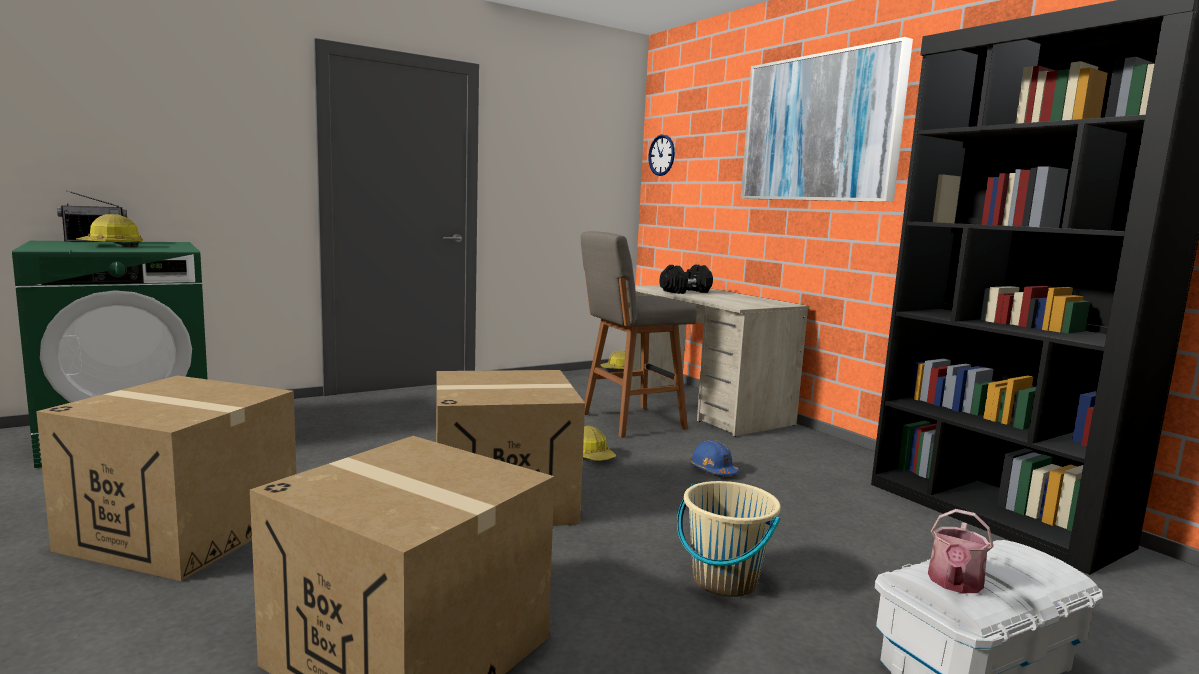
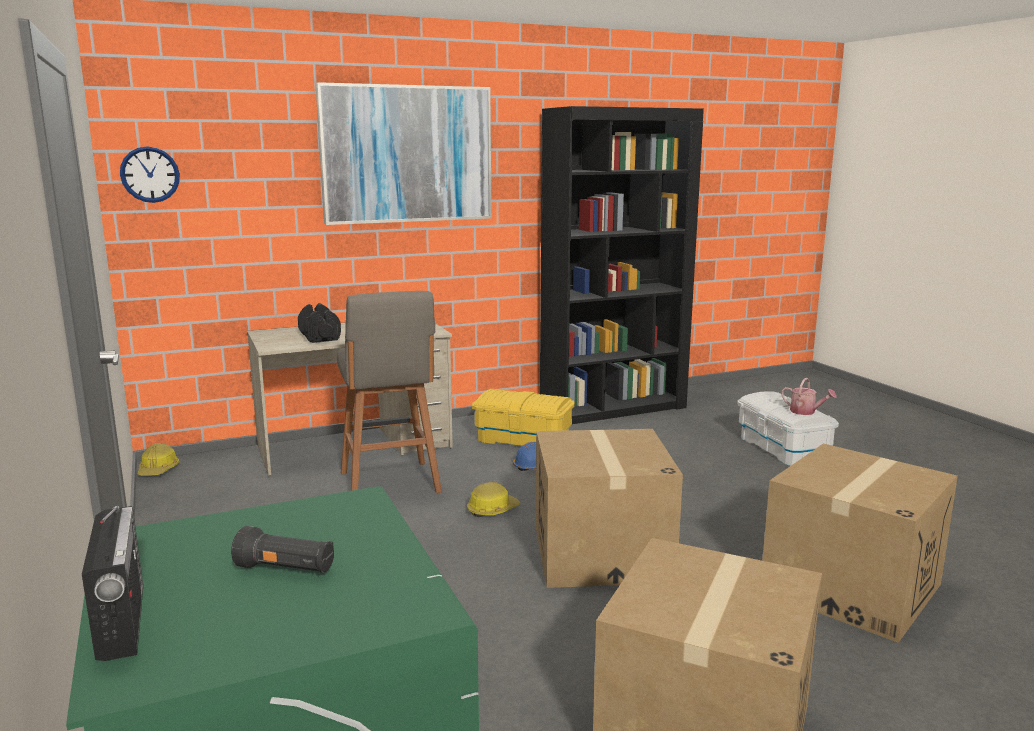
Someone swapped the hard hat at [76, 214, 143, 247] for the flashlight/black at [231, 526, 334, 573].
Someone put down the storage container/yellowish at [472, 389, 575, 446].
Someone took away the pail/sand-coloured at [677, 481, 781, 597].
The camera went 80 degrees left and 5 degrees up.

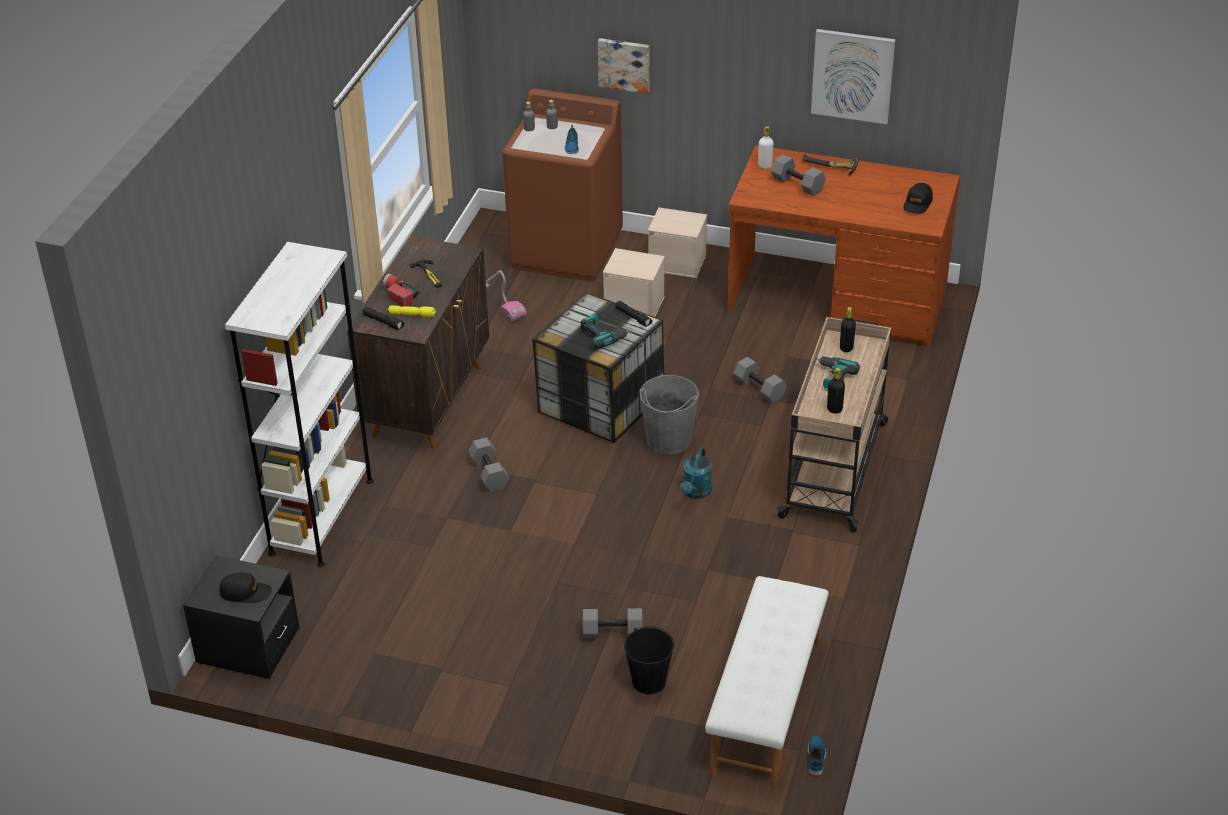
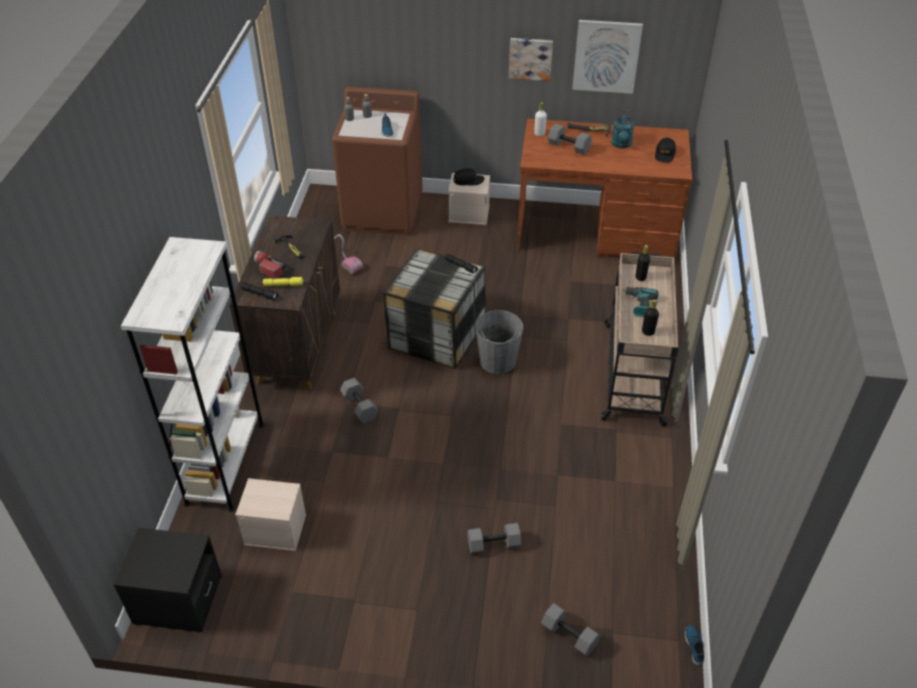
Someone carried the storage container/sand-coloured from [603, 248, 665, 317] to [235, 478, 306, 551].
Someone carried the cap/black from [220, 573, 272, 603] to [453, 168, 484, 185].
Someone carried the wall picture from [598, 38, 649, 94] to [509, 38, 553, 81].
Someone carried the hand weight/grey from [733, 357, 787, 404] to [541, 603, 601, 656].
Someone carried the sprinkling can/turquoise from [680, 448, 712, 499] to [611, 111, 634, 149].
Someone took away the power drill at [581, 314, 630, 350].
Someone took away the pail/black at [624, 626, 675, 694].
Someone took away the bench/whitish at [705, 576, 829, 788].
The camera went 10 degrees left and 5 degrees up.

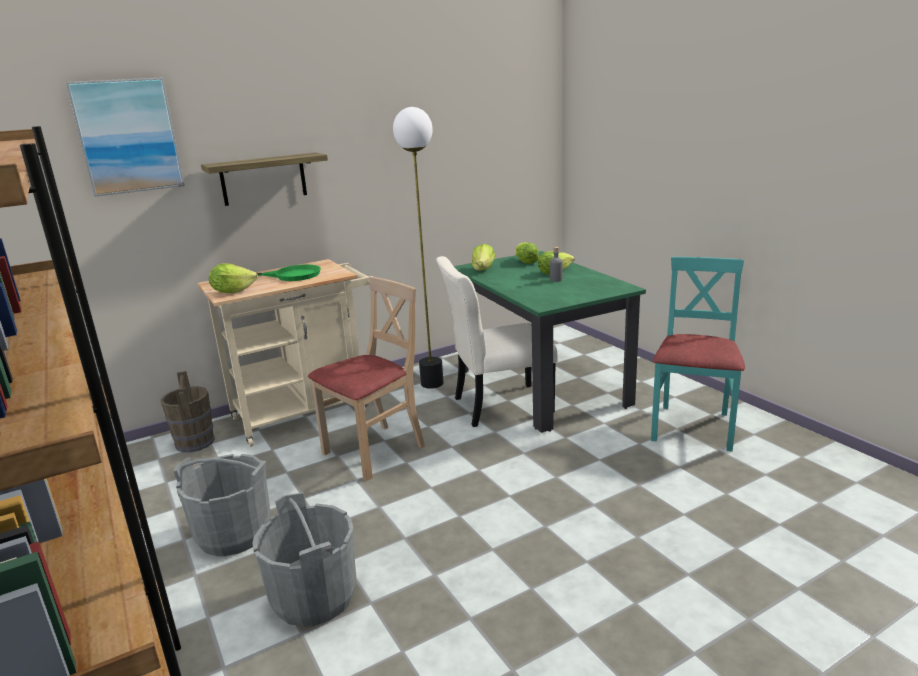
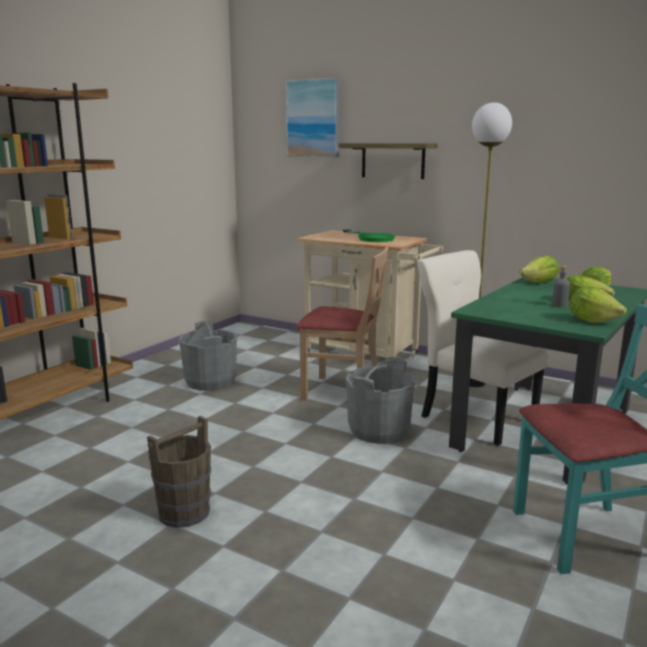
Someone carried the pail/brownish from [160, 371, 215, 452] to [147, 416, 211, 528].
Someone carried the pail/grey from [252, 492, 357, 627] to [346, 357, 416, 444].
Someone carried the head of lettuce from [209, 263, 258, 293] to [569, 286, 627, 323].
The camera went 60 degrees right and 5 degrees down.

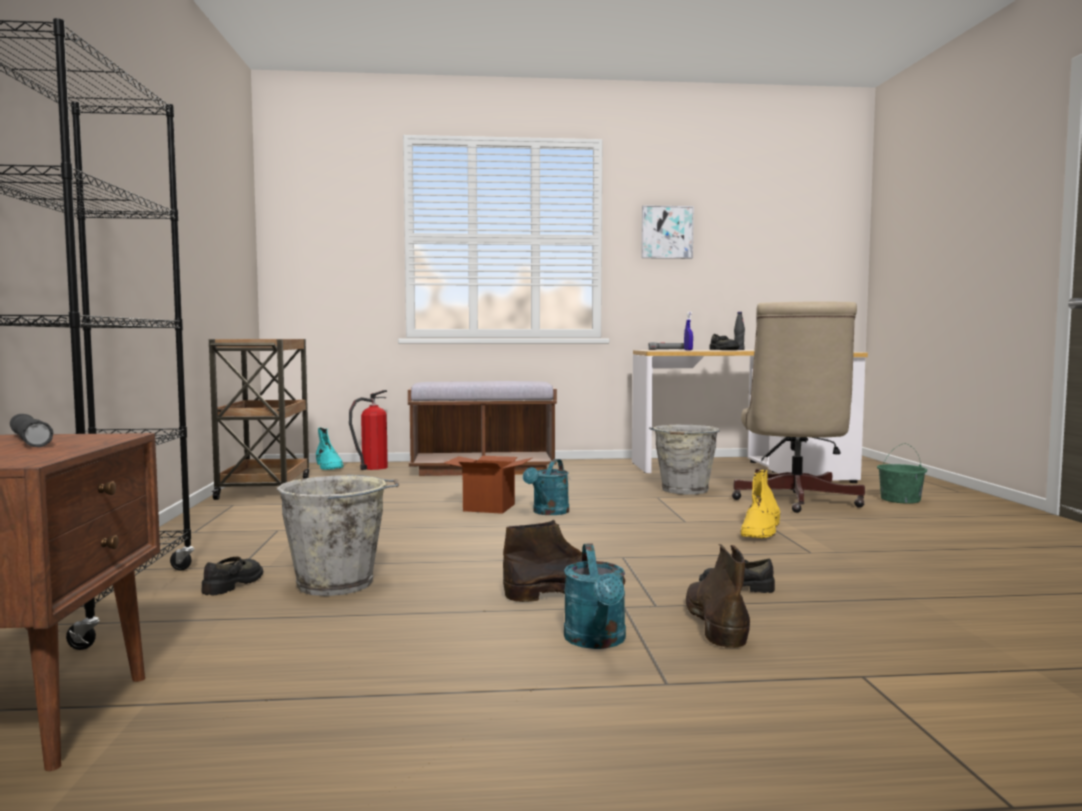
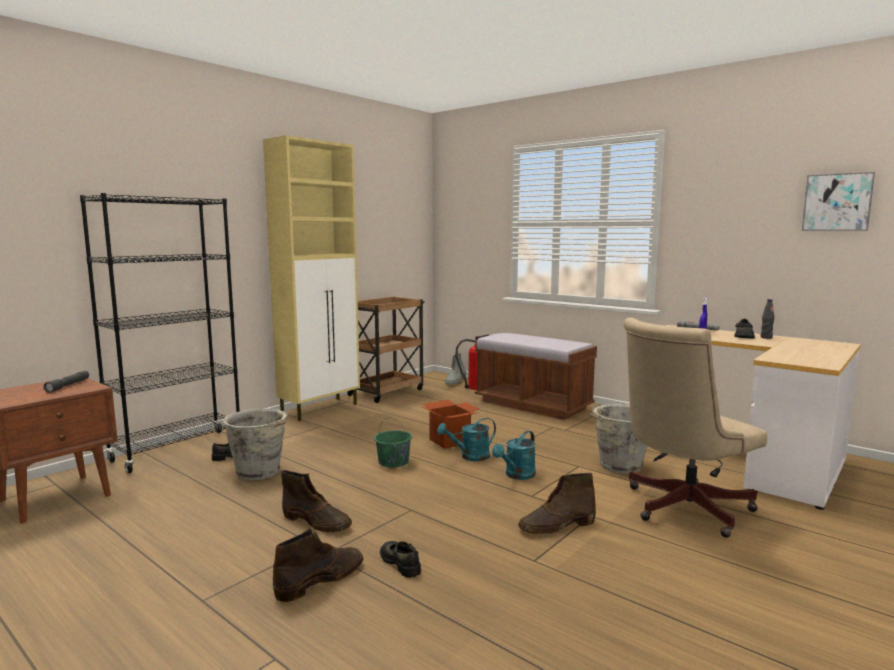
Someone put down the cabinet/sand-coloured at [263, 135, 360, 421].
Someone carried the pail/green from [877, 443, 927, 504] to [374, 417, 412, 468].
Someone repainted the boot/turquoise at [316, 427, 344, 470], which became the boot/grey at [445, 353, 466, 384].
Someone carried the sprinkling can/turquoise from [564, 544, 626, 649] to [492, 430, 536, 480].
Someone repainted the boot/yellowish at [741, 470, 780, 538], which became the boot/brownish at [518, 473, 596, 535].
Someone carried the wall picture from [641, 205, 694, 259] to [802, 172, 875, 231].
The camera went 45 degrees right and 5 degrees up.

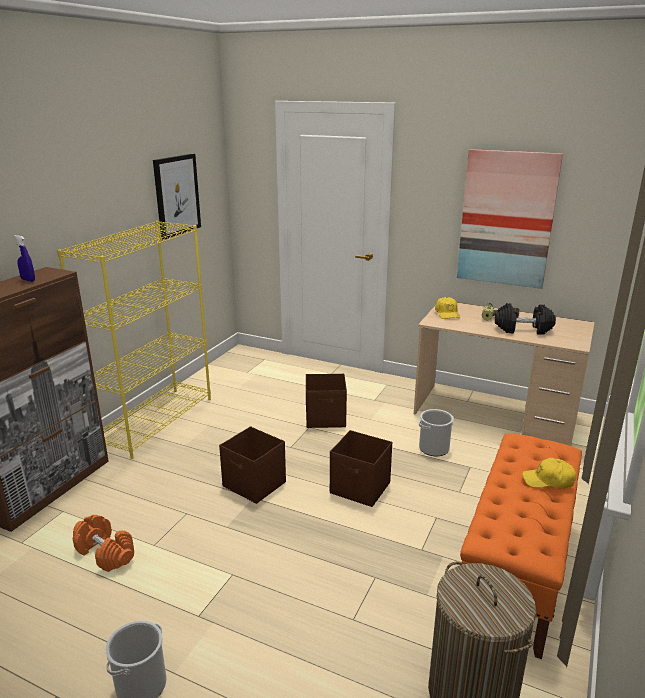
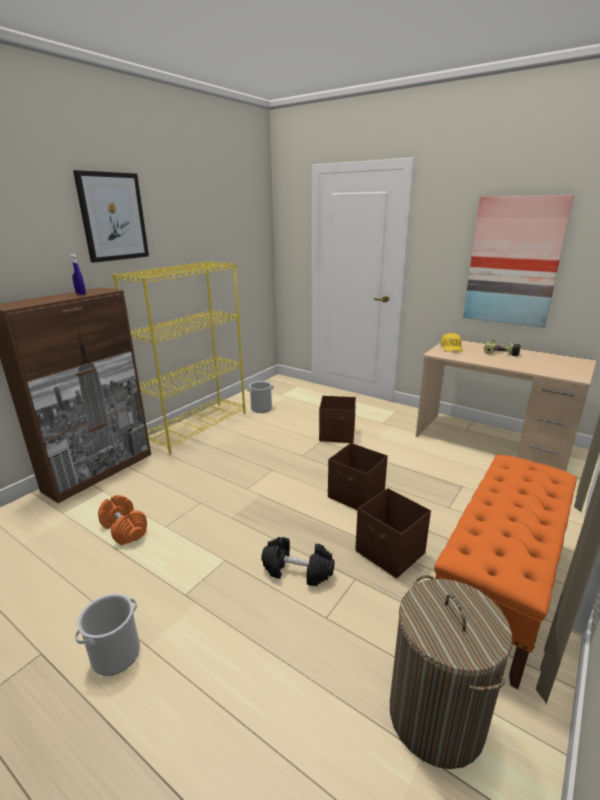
Someone carried the wall picture from [153, 154, 201, 240] to [73, 170, 149, 263].
Someone carried the pail from [419, 409, 454, 456] to [247, 381, 274, 413].
Someone carried the hand weight/black from [495, 303, 556, 335] to [261, 537, 335, 586].
Someone carried the storage container/brownish from [219, 427, 286, 504] to [355, 488, 431, 578].
Someone took away the cap/yellowish at [522, 458, 576, 489].
The camera went 10 degrees right and 0 degrees up.

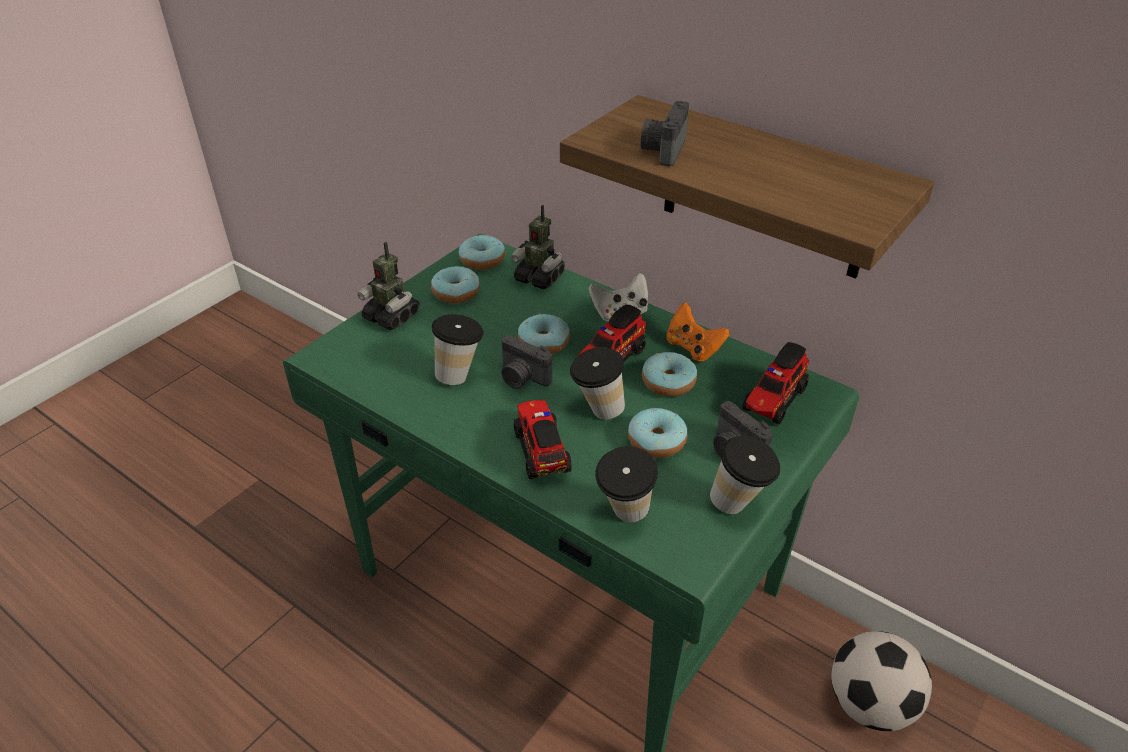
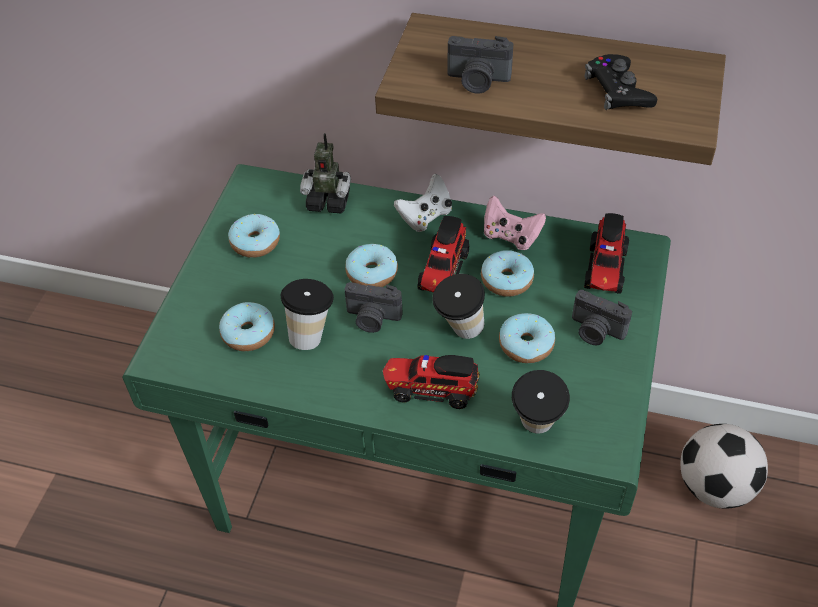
Someone carried the doughnut from [459, 235, 505, 270] to [219, 302, 275, 351].
Someone rotated the model truck at [514, 400, 572, 479] by 45 degrees counterclockwise.
Someone rotated the photo camera at [641, 101, 689, 167] by 75 degrees counterclockwise.
Someone repainted the joypad/orange-coloured at [666, 303, 729, 362], which became the joypad/pinkish at [484, 196, 546, 250].
Someone put down the joypad/black at [584, 54, 657, 110].
Someone took away the model robot at [358, 242, 419, 330].
Someone took away the drinking cup at [710, 436, 780, 514].
The camera went 20 degrees left and 10 degrees up.

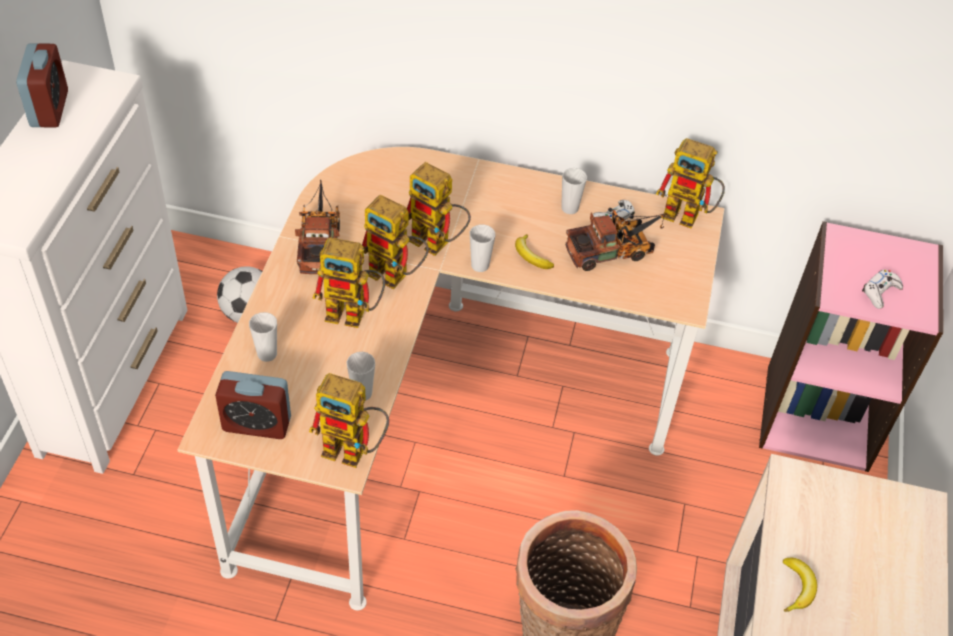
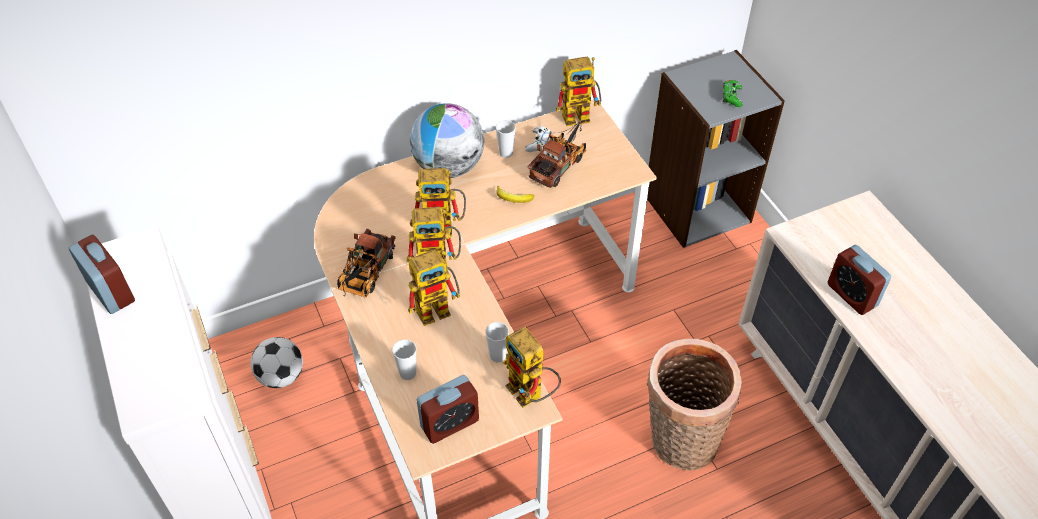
Someone rotated the model truck at [295, 180, 340, 274] by 120 degrees counterclockwise.
Someone put down the globe at [410, 103, 484, 178].
Someone rotated the model robot at [309, 373, 389, 468] by 75 degrees clockwise.
Someone repainted the shelving unit/pinkish at [759, 221, 943, 472], which became the shelving unit/grey at [647, 50, 785, 248].
Someone repainted the joypad/whitish at [862, 270, 903, 309], which became the joypad/green at [723, 80, 743, 107].
Someone swapped the banana fruit at [783, 558, 817, 612] for the bedside clock at [828, 245, 891, 315].
Someone took away the drinking cup at [470, 225, 496, 272].
The camera went 35 degrees left and 0 degrees up.

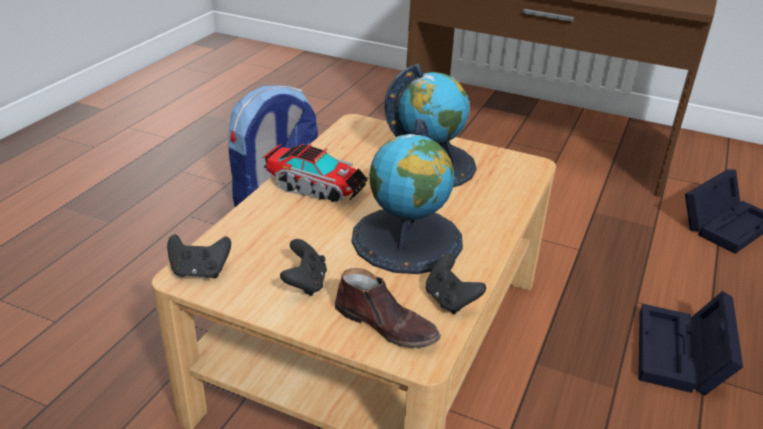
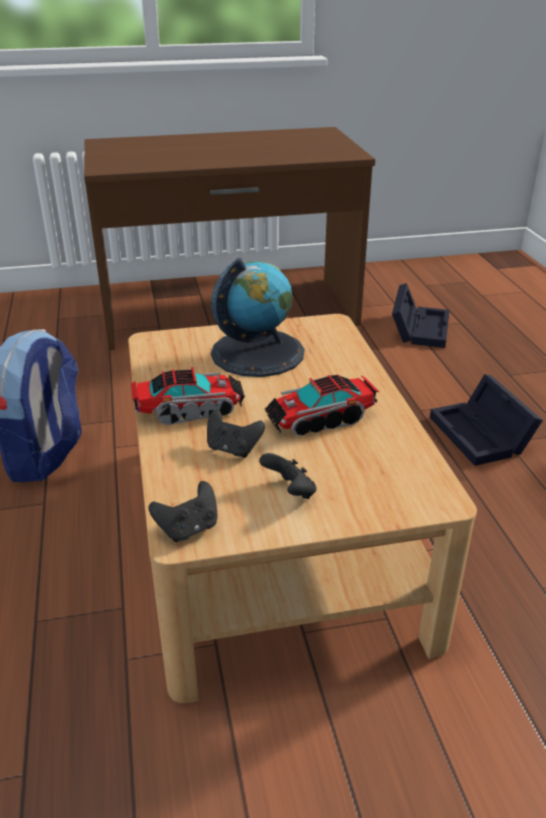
Someone carried the joypad/black from [426, 254, 486, 314] to [207, 410, 265, 458].
Someone swapped the globe at [352, 118, 463, 274] for the model truck at [264, 375, 379, 436].
Someone took away the item of footwear/brownish at [335, 268, 441, 348].
The camera went 35 degrees left and 0 degrees up.

